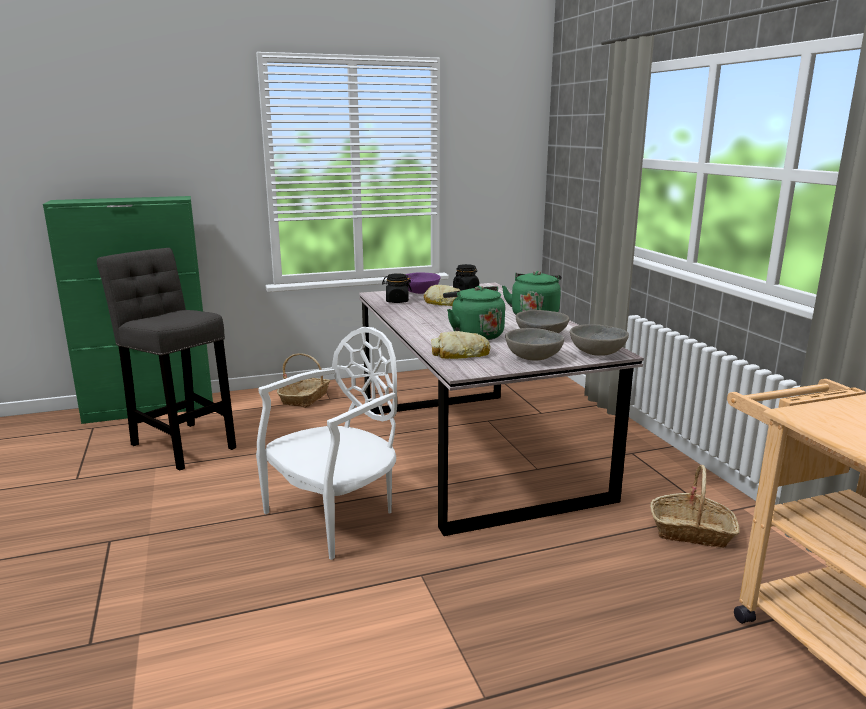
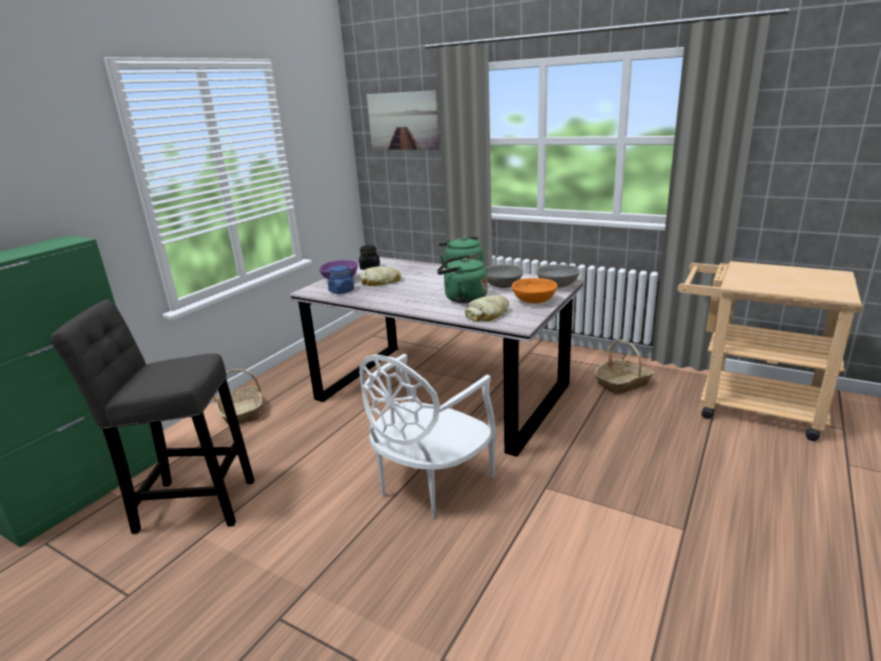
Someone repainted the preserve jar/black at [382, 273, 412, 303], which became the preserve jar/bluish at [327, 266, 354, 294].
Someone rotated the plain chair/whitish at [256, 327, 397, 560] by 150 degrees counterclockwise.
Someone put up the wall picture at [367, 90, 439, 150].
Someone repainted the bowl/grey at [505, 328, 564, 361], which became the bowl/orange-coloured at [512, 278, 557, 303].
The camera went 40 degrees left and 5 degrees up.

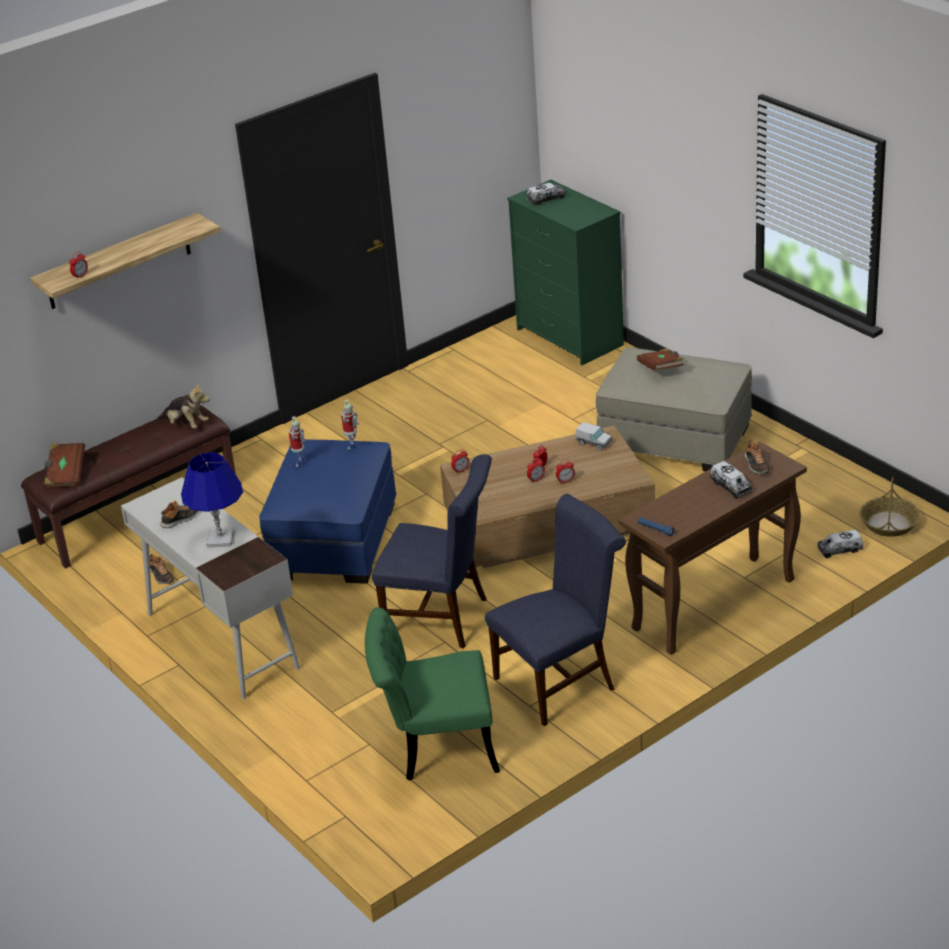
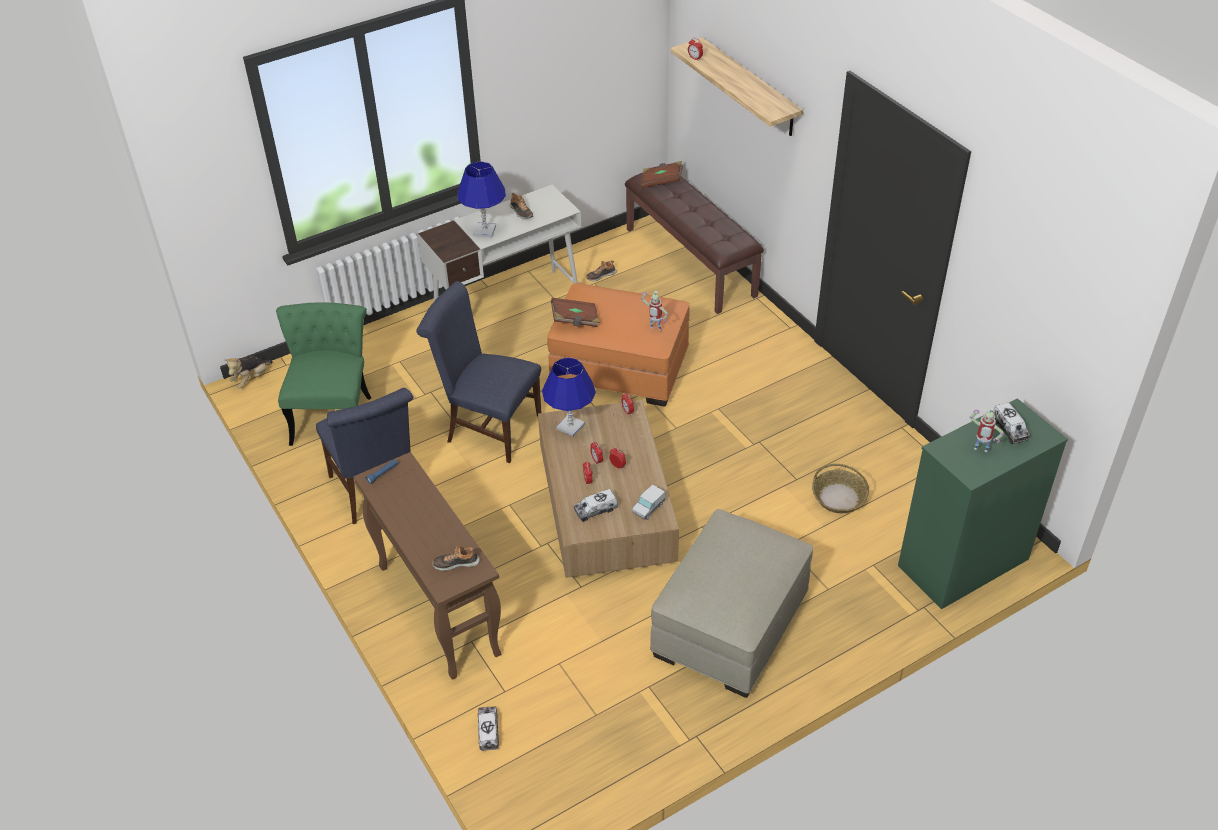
Someone carried the plush toy from [158, 382, 210, 428] to [224, 356, 273, 388].
Someone rotated the plain chair/bluish at [372, 454, 492, 648] by 90 degrees clockwise.
Someone put down the table lamp/bluish at [542, 358, 596, 437].
Someone repainted the footrest/bluish at [259, 439, 397, 584], which became the footrest/orange-coloured at [547, 283, 690, 407].
Someone carried the volume/brownish from [637, 348, 684, 371] to [551, 298, 600, 327].
Someone carried the model truck from [710, 461, 752, 499] to [574, 489, 618, 522].
Someone carried the storage basket from [860, 477, 920, 537] to [812, 464, 869, 513].
Someone carried the model robot from [289, 416, 306, 466] to [970, 407, 1004, 452].
The camera went 95 degrees right and 10 degrees up.

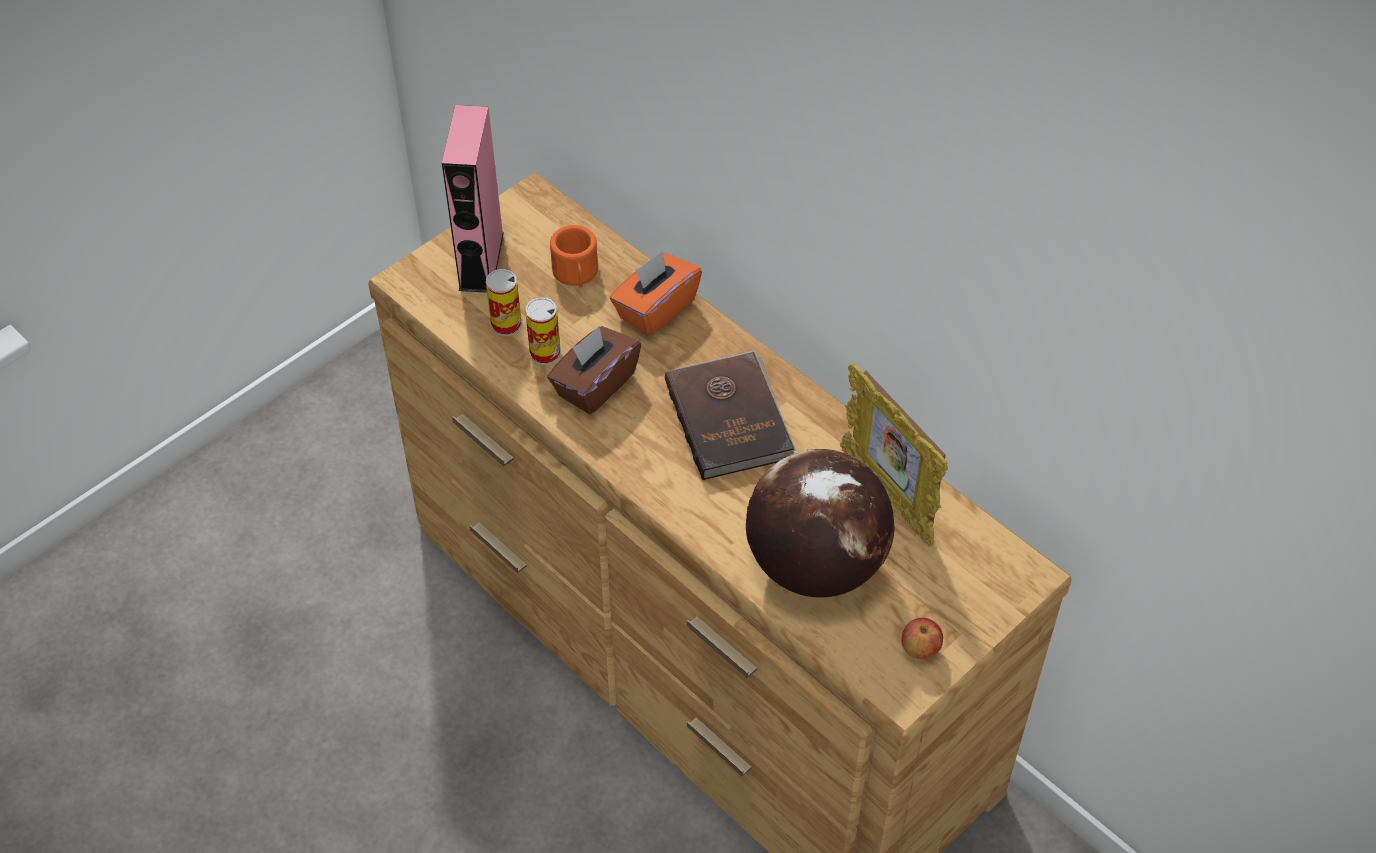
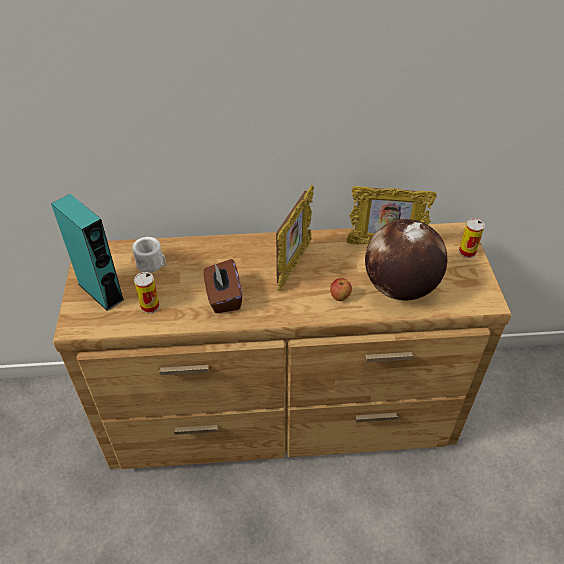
Someone repainted the loudspeaker/pinkish at [442, 105, 504, 293], which became the loudspeaker/turquoise at [51, 194, 124, 311].
Someone repainted the mug/orange-coloured at [550, 225, 598, 287], which became the mug/whitish at [132, 237, 166, 273].
Someone swapped the volume/brownish at [665, 350, 796, 480] for the photo frame at [276, 185, 314, 291].
Someone carried the apple fruit from [902, 618, 943, 659] to [330, 278, 352, 301].
Someone carried the can from [525, 297, 561, 365] to [459, 218, 485, 258].
Someone took away the box of tissues/orange-coloured at [610, 251, 702, 337].
The camera went 50 degrees left and 5 degrees down.

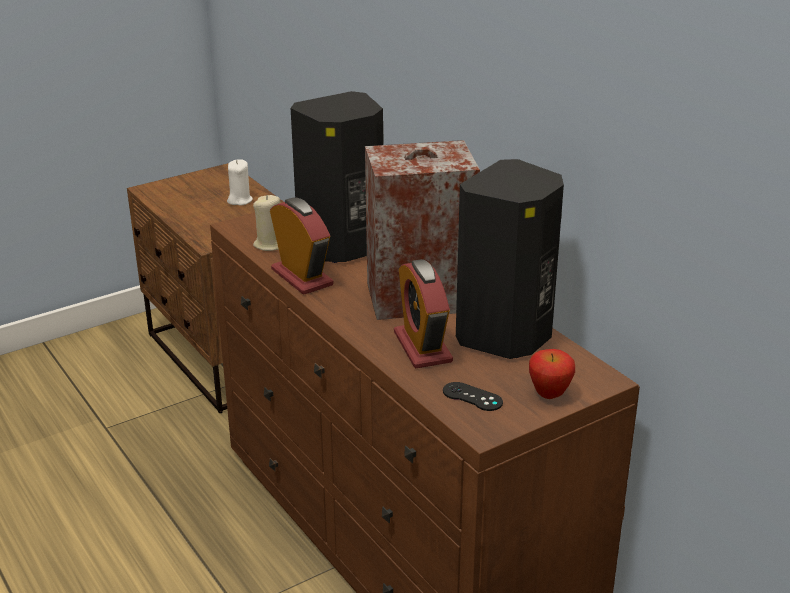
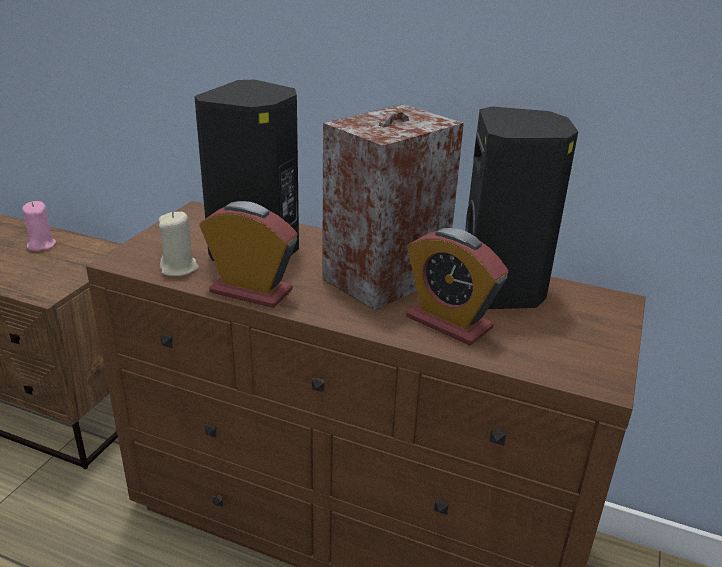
Someone repainted the candle/whitish at [227, 159, 253, 206], which became the candle/pinkish at [22, 201, 56, 251].
Someone took away the joypad/black at [443, 382, 503, 411].
Someone took away the apple fruit at [529, 349, 575, 399].
The camera went 35 degrees left and 0 degrees up.

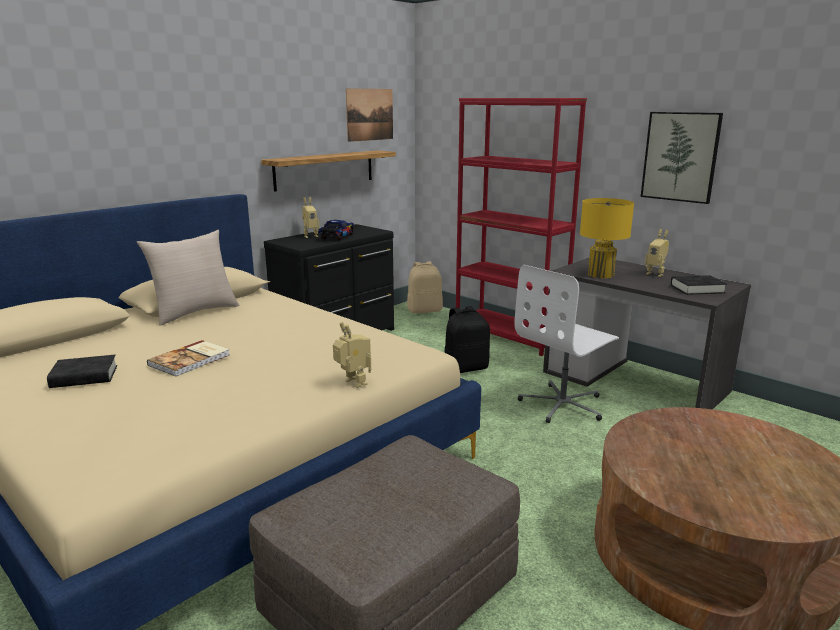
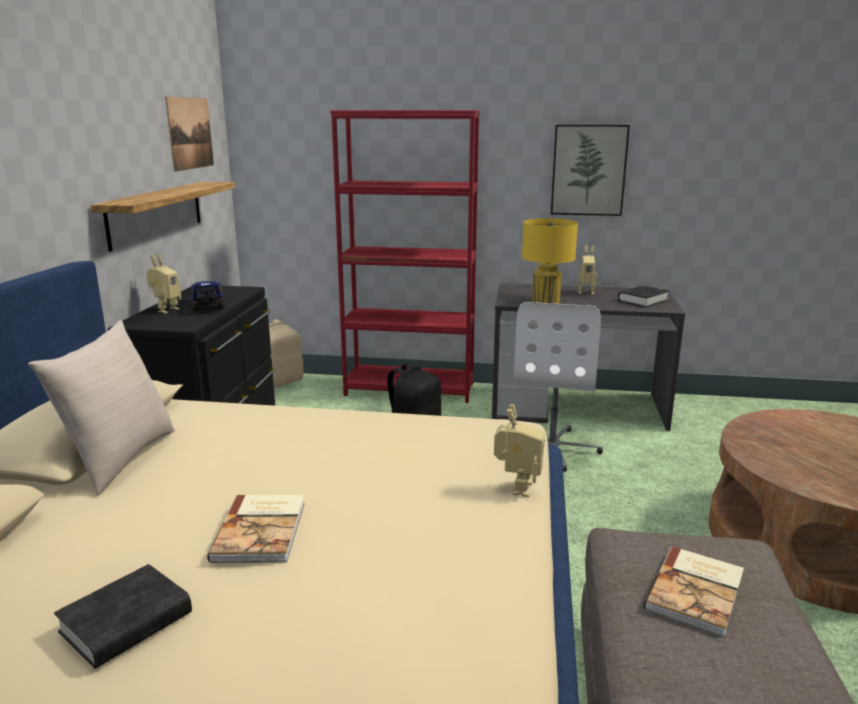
Someone rotated the model robot at [333, 322, 371, 388] by 90 degrees clockwise.
Someone put down the volume at [644, 547, 744, 638].
The camera went 35 degrees left and 0 degrees up.

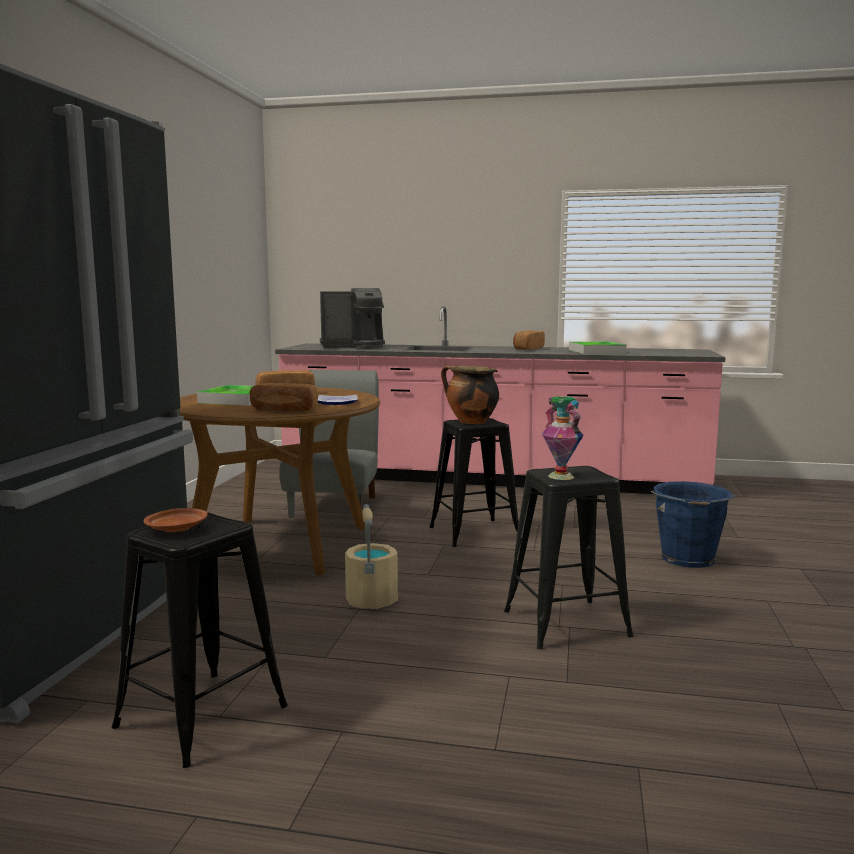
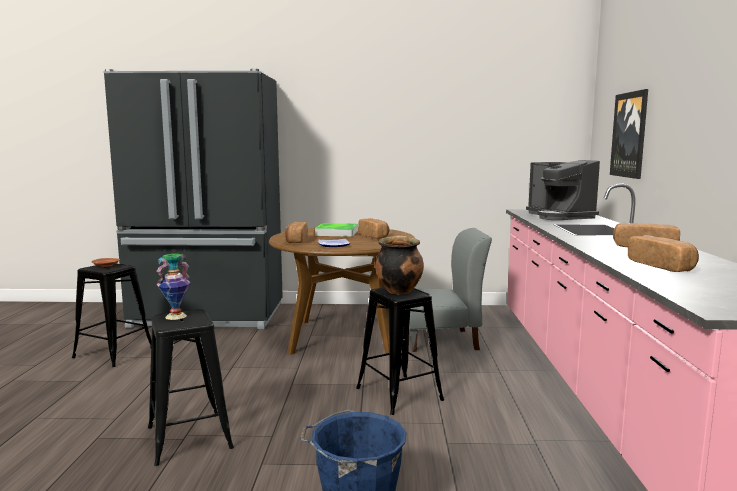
Someone put up the wall picture at [610, 89, 648, 179].
Someone swapped the serving tray at [569, 341, 627, 354] for the baked bread at [628, 235, 699, 272].
Someone took away the pail/sand-coloured at [345, 504, 398, 609].
The camera went 80 degrees right and 0 degrees up.

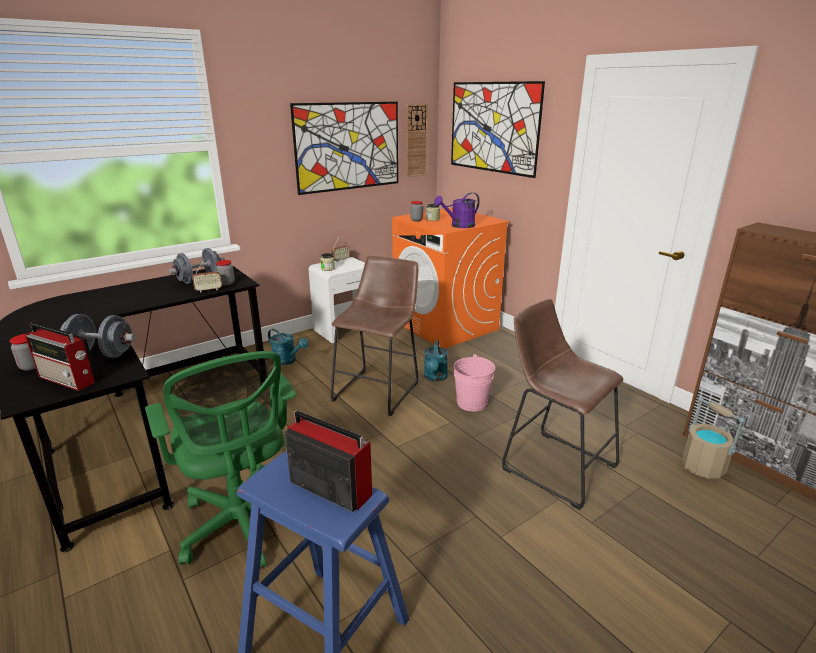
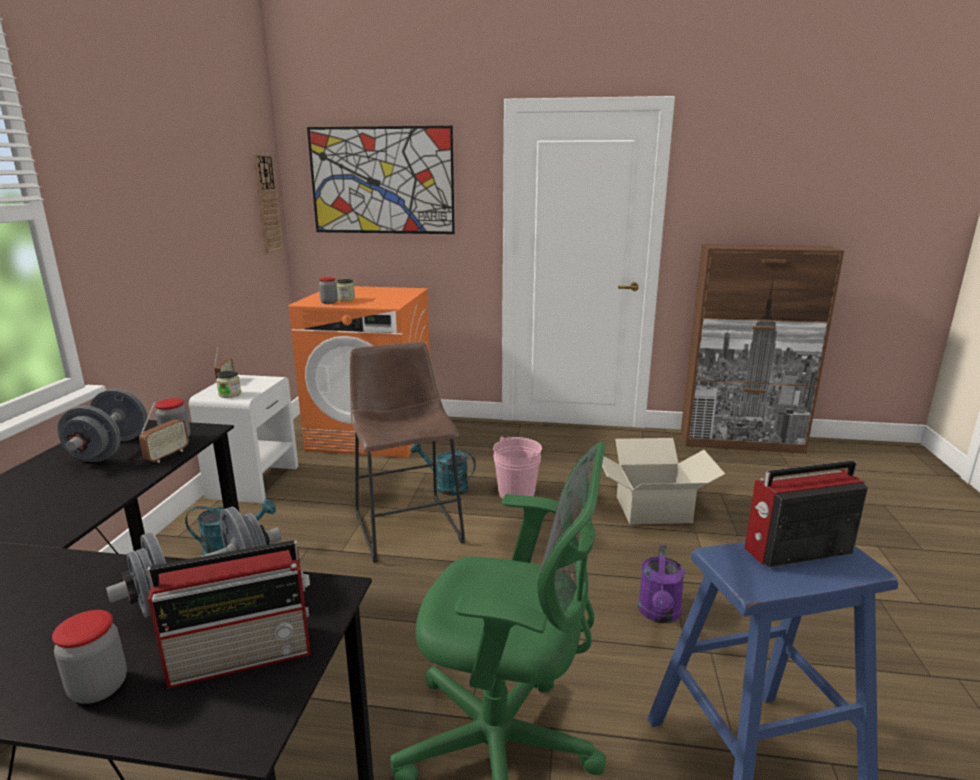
Someone rotated the sprinkling can/turquoise at [424, 340, 448, 382] by 150 degrees clockwise.
Someone swapped the sitting stool/brownish at [502, 299, 623, 510] for the cardboard box at [602, 438, 725, 525].
Someone carried the sprinkling can/purple from [434, 192, 480, 228] to [638, 544, 685, 623].
Someone took away the wall picture at [290, 102, 398, 195].
Someone took away the pail/sand-coloured at [682, 397, 745, 479].
The camera went 45 degrees left and 5 degrees down.

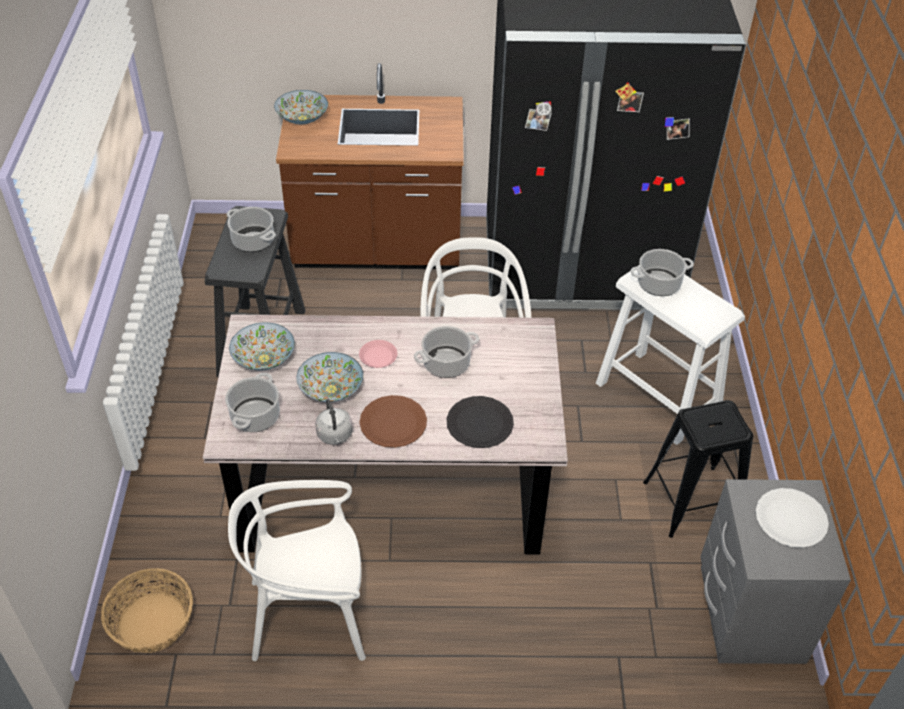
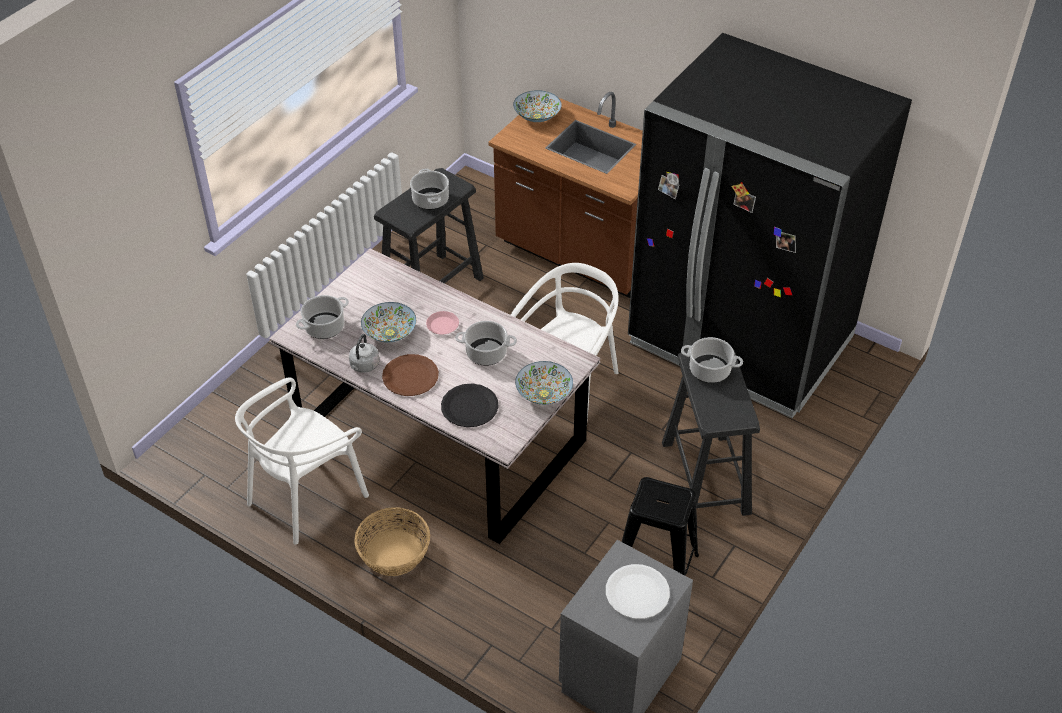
Someone rotated the plain chair/whitish at [228, 480, 366, 661] by 75 degrees counterclockwise.
Someone carried the storage basket from [101, 568, 193, 653] to [354, 507, 430, 576].
Someone carried the bowl from [229, 322, 295, 371] to [515, 361, 573, 405].
Someone repainted the sitting stool/whitish at [596, 265, 745, 445], which became the sitting stool/black at [662, 349, 760, 516].
The camera went 35 degrees right and 0 degrees up.

